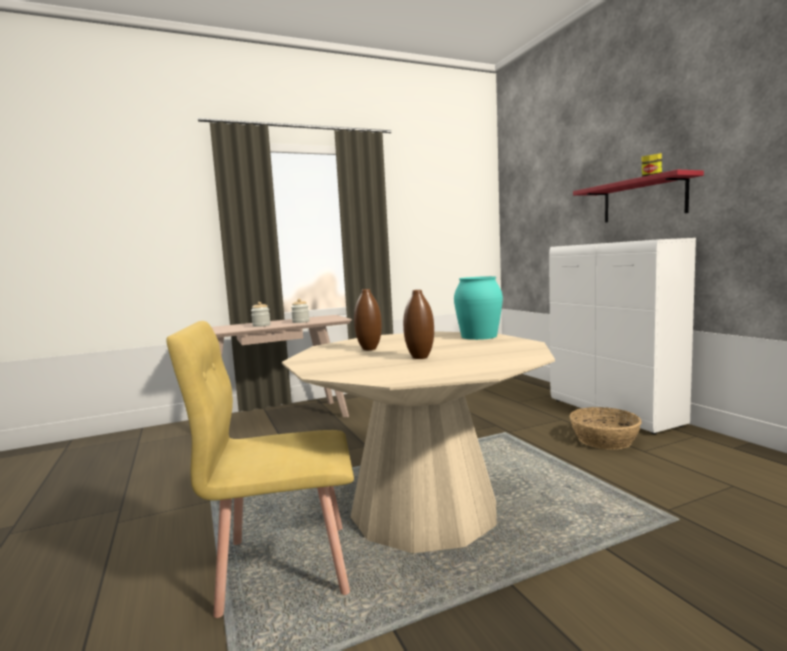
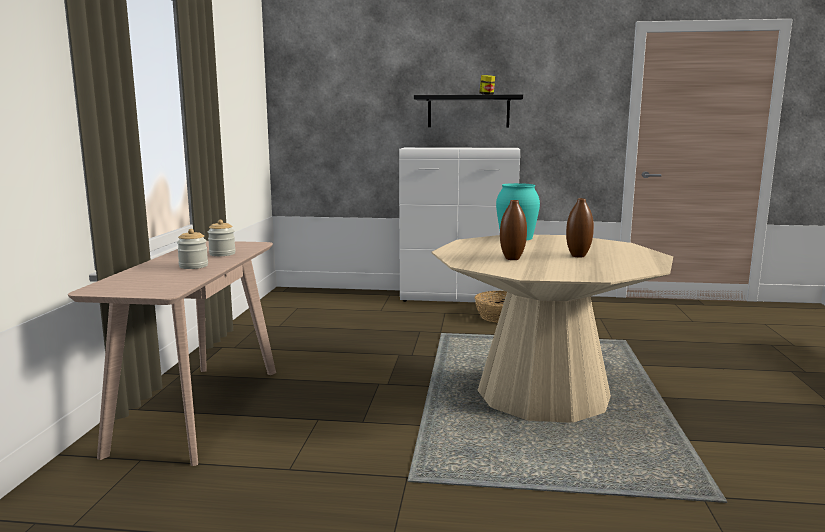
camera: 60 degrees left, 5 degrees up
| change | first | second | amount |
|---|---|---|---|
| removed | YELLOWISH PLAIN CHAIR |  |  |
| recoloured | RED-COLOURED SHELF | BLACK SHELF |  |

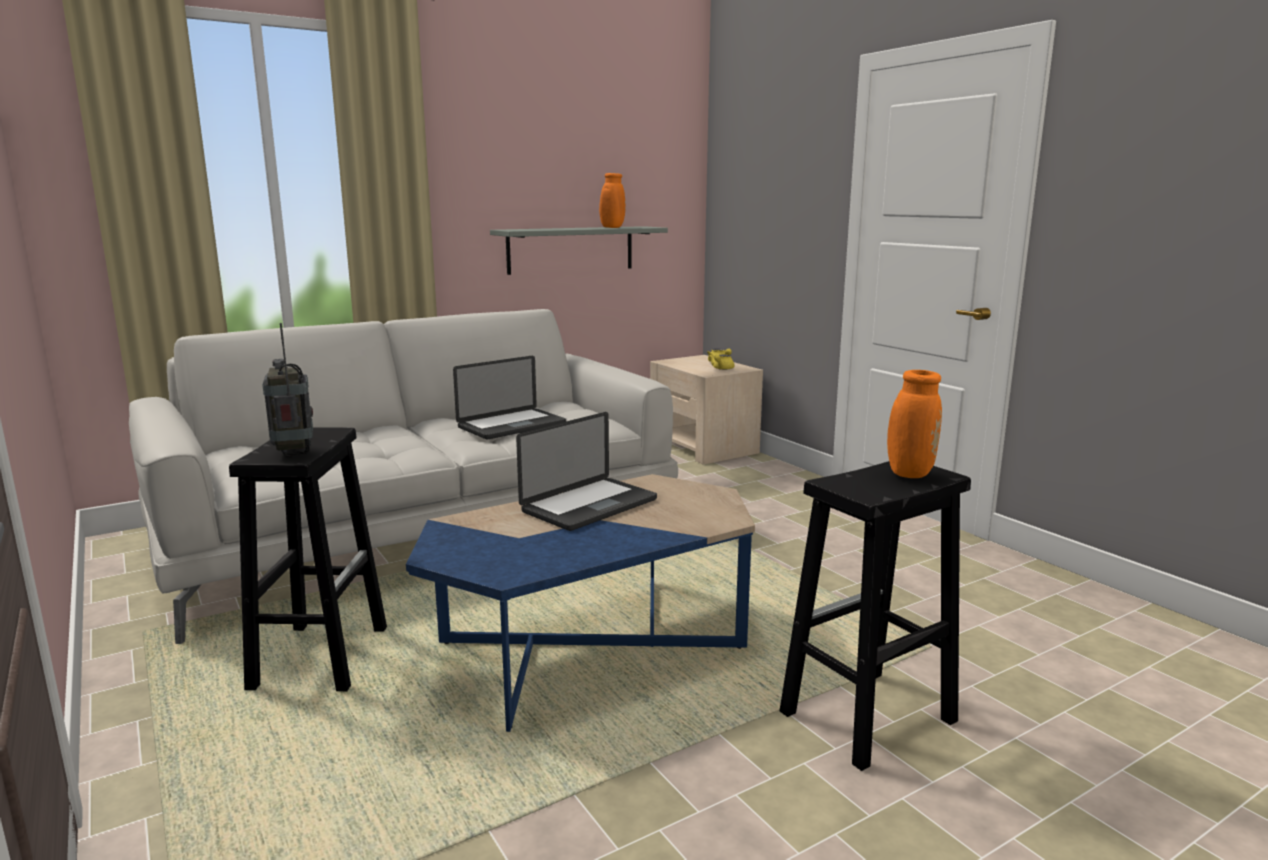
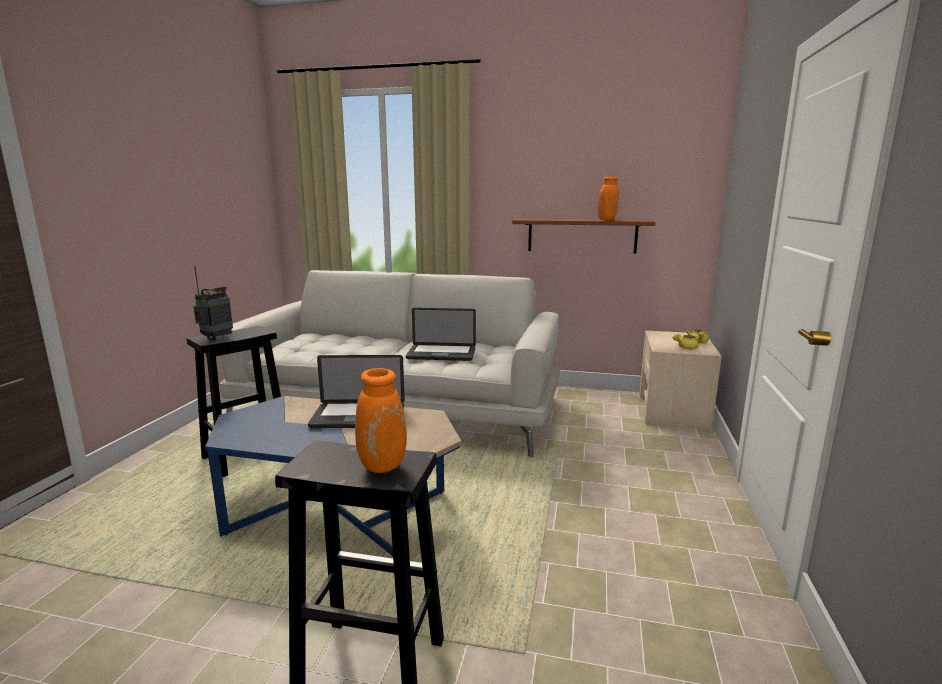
camera: 45 degrees right, 0 degrees up
| change | first | second | amount |
|---|---|---|---|
| recoloured | GREY SHELF | BROWN-COLOURED SHELF |  |

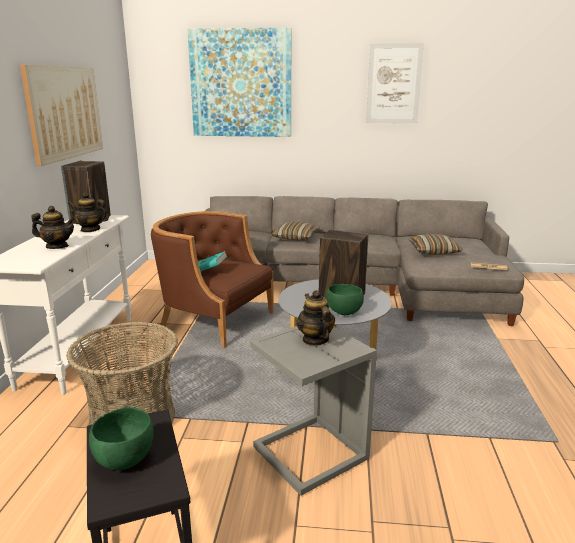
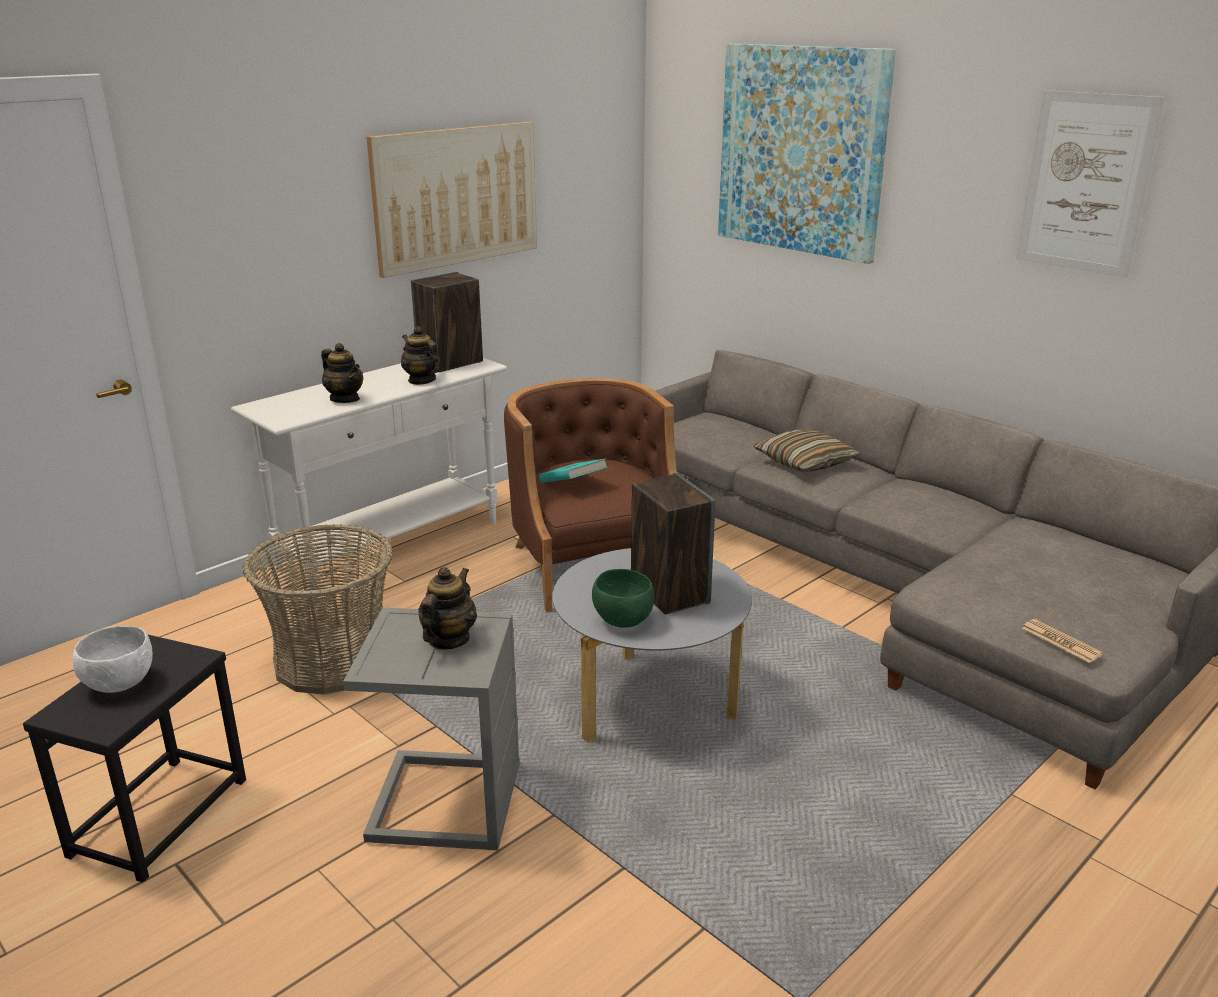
camera: 40 degrees right, 5 degrees up
| change | first | second | amount |
|---|---|---|---|
| removed | CUSHION (2nd from left) |  |  |
| recoloured | GREENISH SERVING BOWL (1st from left) | WHITE SERVING BOWL |  |

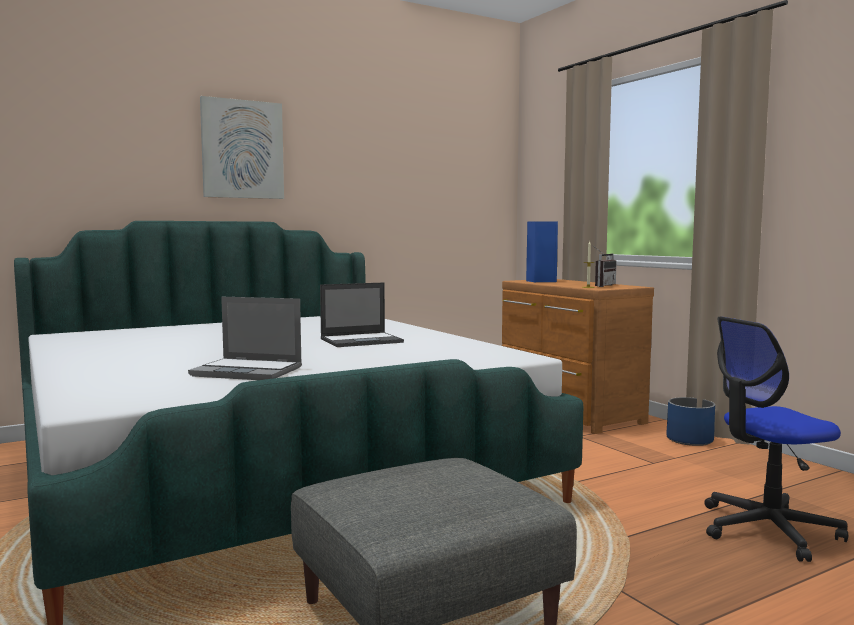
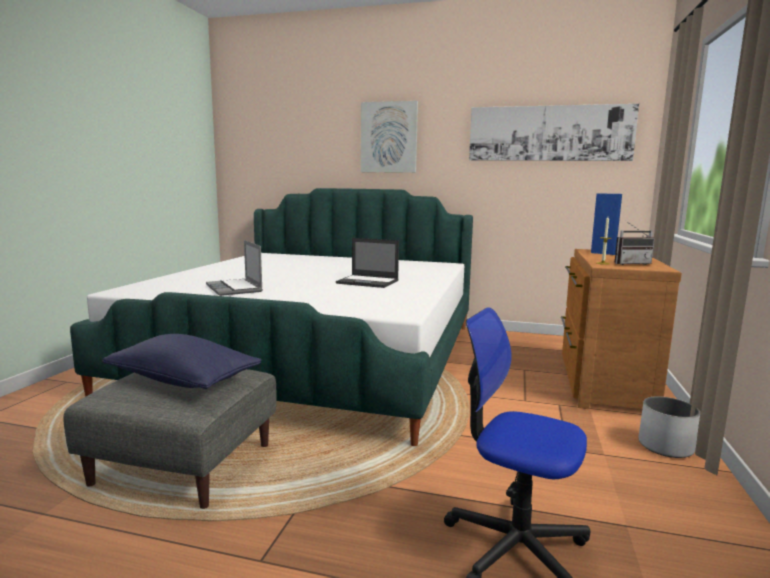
camera: 45 degrees right, 5 degrees up
| change | first | second | amount |
|---|---|---|---|
| added |  | BLUE CUSHION |  |
| added |  | PICTURE (2nd from left) |  |
| recoloured | BLUE PLANT POT | WHITE PLANT POT |  |

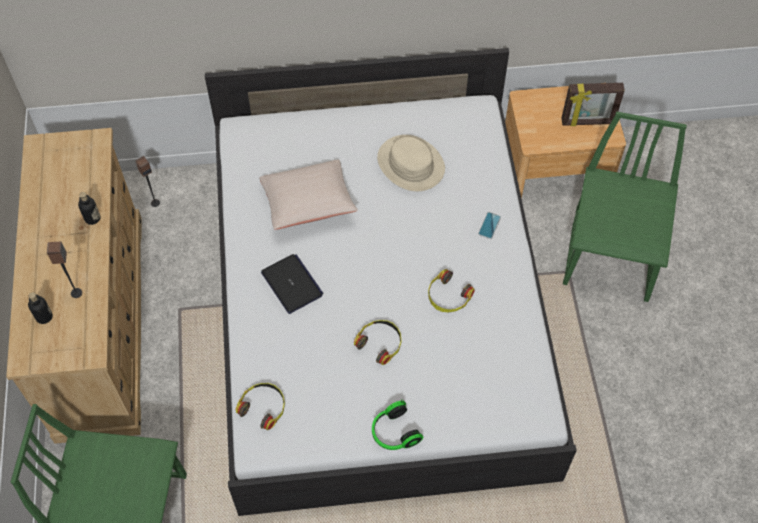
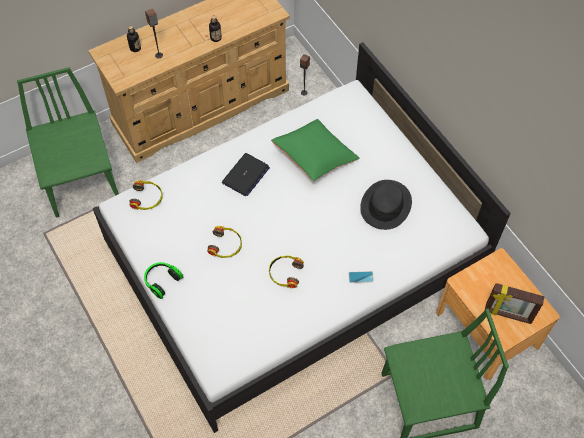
camera: 65 degrees right, 0 degrees up
| change | first | second | amount |
|---|---|---|---|
| recoloured | BEIGE CUSHION | GREENISH CUSHION |  |
| recoloured | BEIGE WEARABLE HAT | BLACK WEARABLE HAT |  |
| turned | PICTURE FRAME |  | 45 degrees counterclockwise |

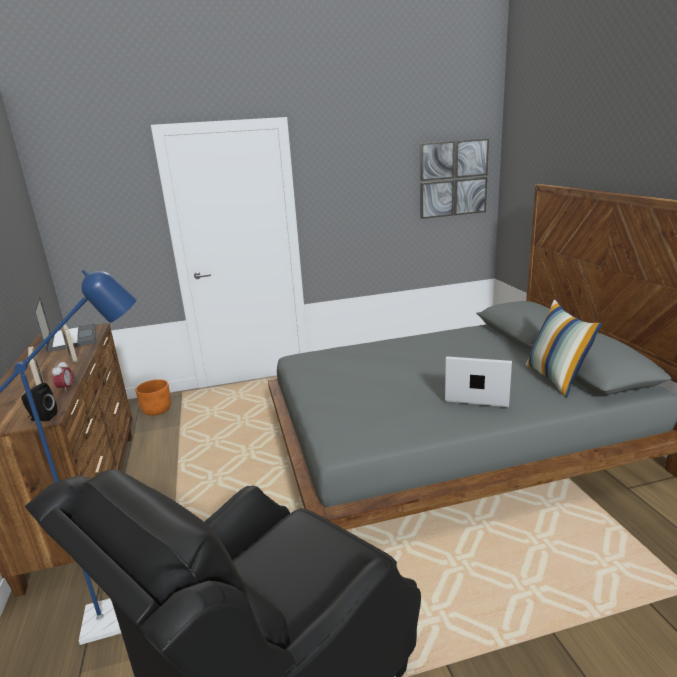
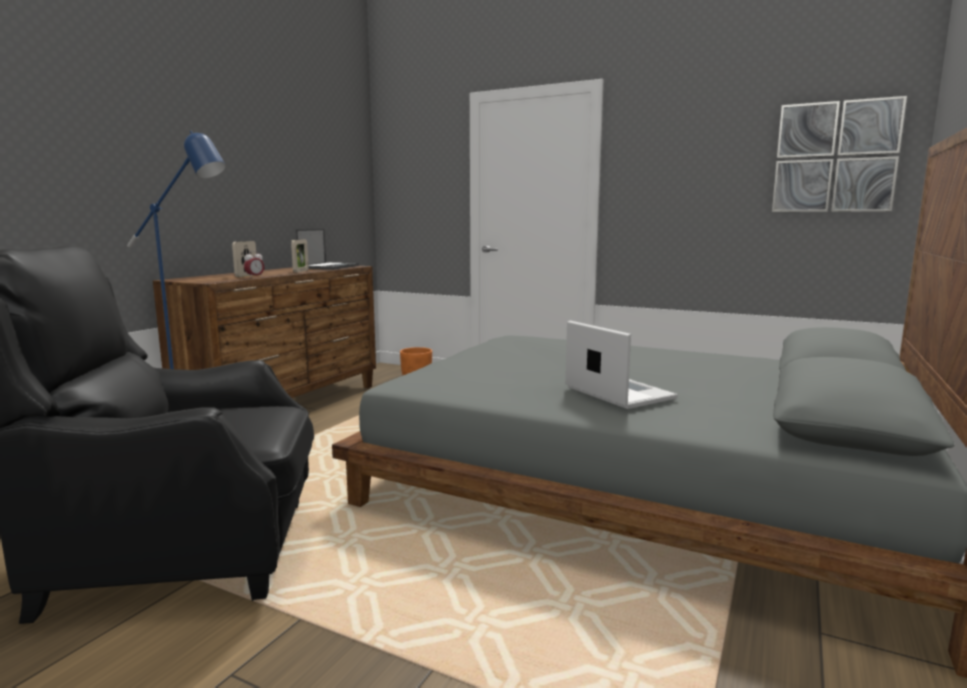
camera: 40 degrees right, 10 degrees down
| change | first | second | amount |
|---|---|---|---|
| removed | BLACK SPEAKER |  |  |
| removed | CUSHION |  |  |

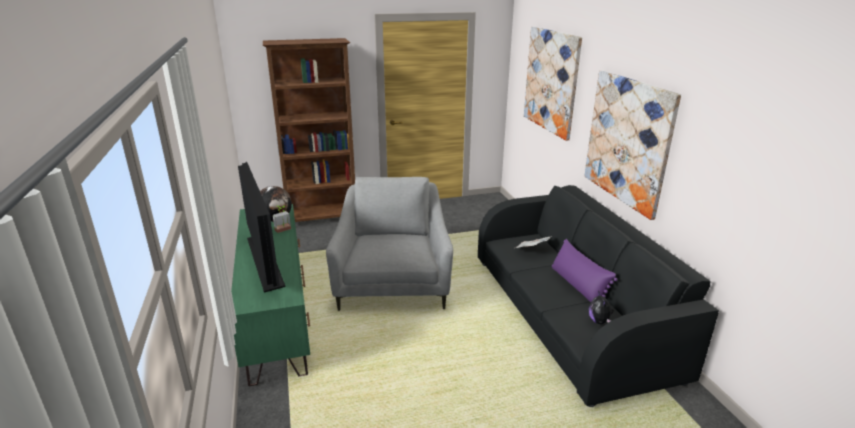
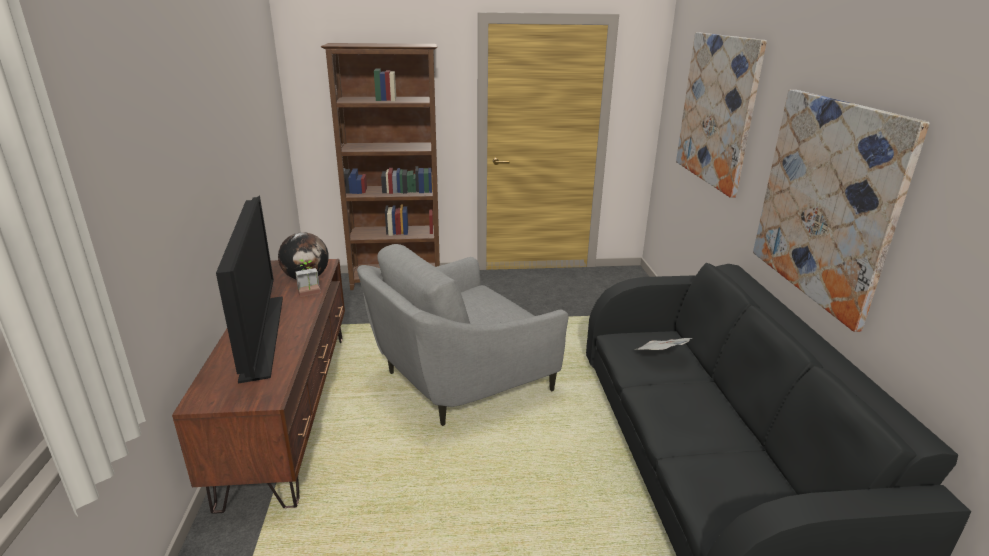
camera: 10 degrees right, 0 degrees up
| change | first | second | amount |
|---|---|---|---|
| removed | PURPLISH CUSHION |  |  |
| removed | SOFT TOY |  |  |
| recoloured | GREENISH TV STAND | BROWN-COLOURED TV STAND |  |
| turned | GREY EASY CHAIR |  | 135 degrees counterclockwise |

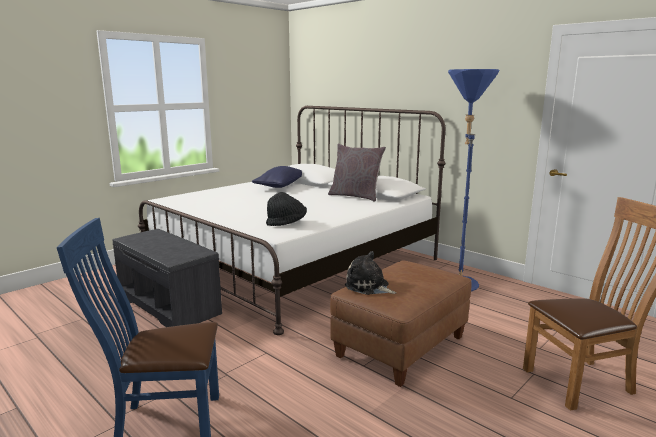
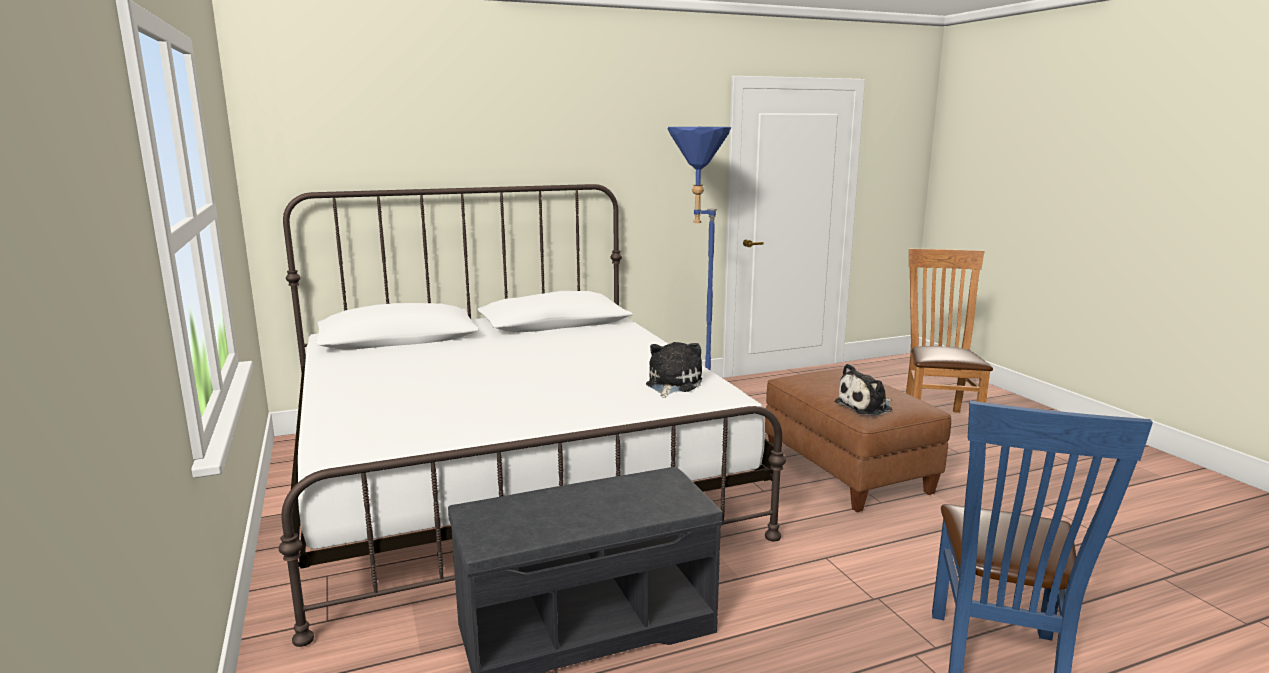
camera: 65 degrees left, 0 degrees up
| change | first | second | amount |
|---|---|---|---|
| removed | BLUE CUSHION |  |  |
| removed | GREY CUSHION |  |  |
| replaced | BLACK WEARABLE HAT | SOFT TOY (1st from left) |  |

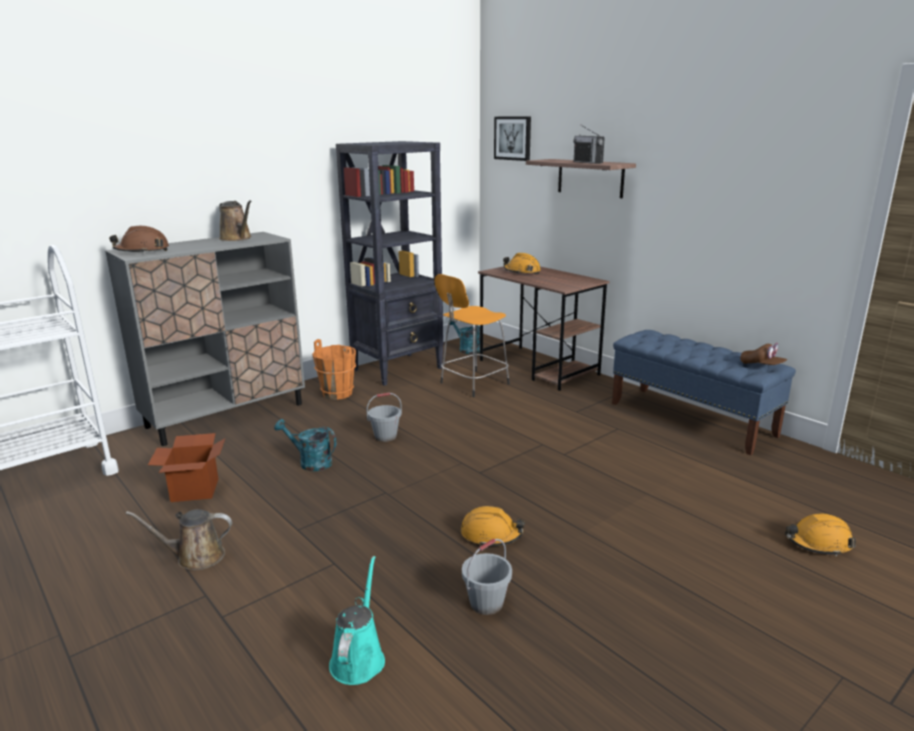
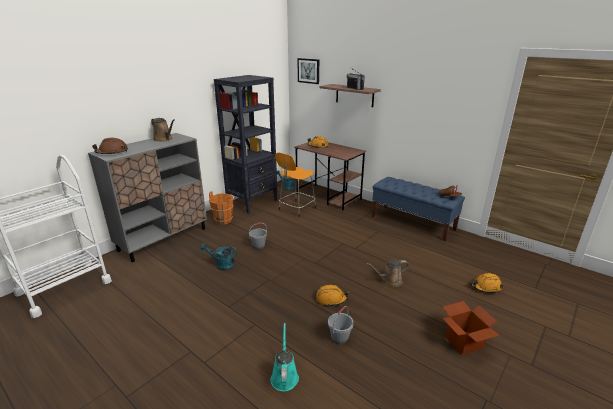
camera: 10 degrees left, 5 degrees up
| change | first | second | amount |
|---|---|---|---|
| moved | BROWN-COLOURED SPRINKLING CAN (1st from left in the first image) | BROWN-COLOURED SPRINKLING CAN (2nd from left) |  |
| moved | CARTON |  |  |

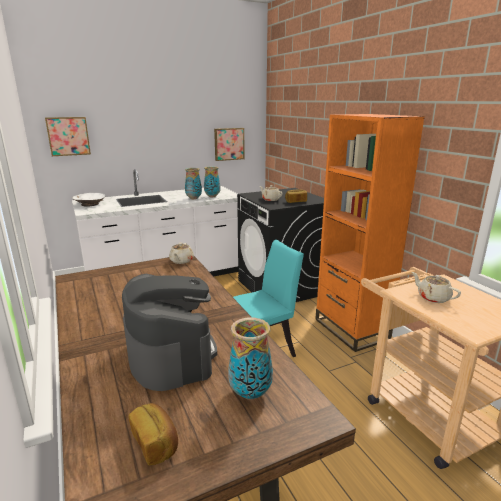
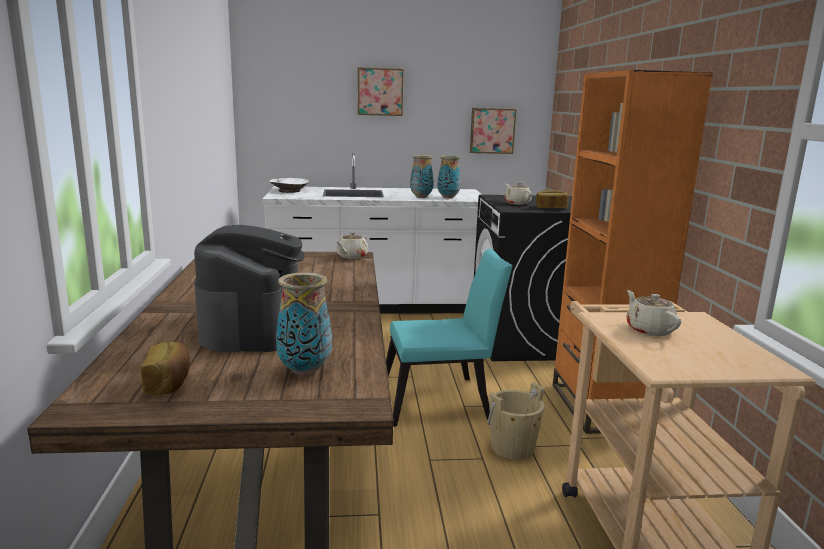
camera: 20 degrees right, 5 degrees down
| change | first | second | amount |
|---|---|---|---|
| added |  | BEIGE BUCKET |  |
| moved | PICTURE (1st from left) |  |  |

